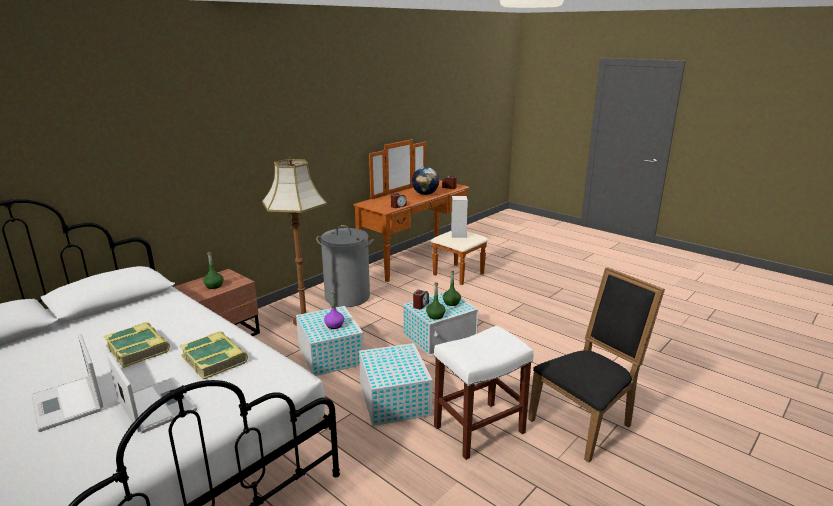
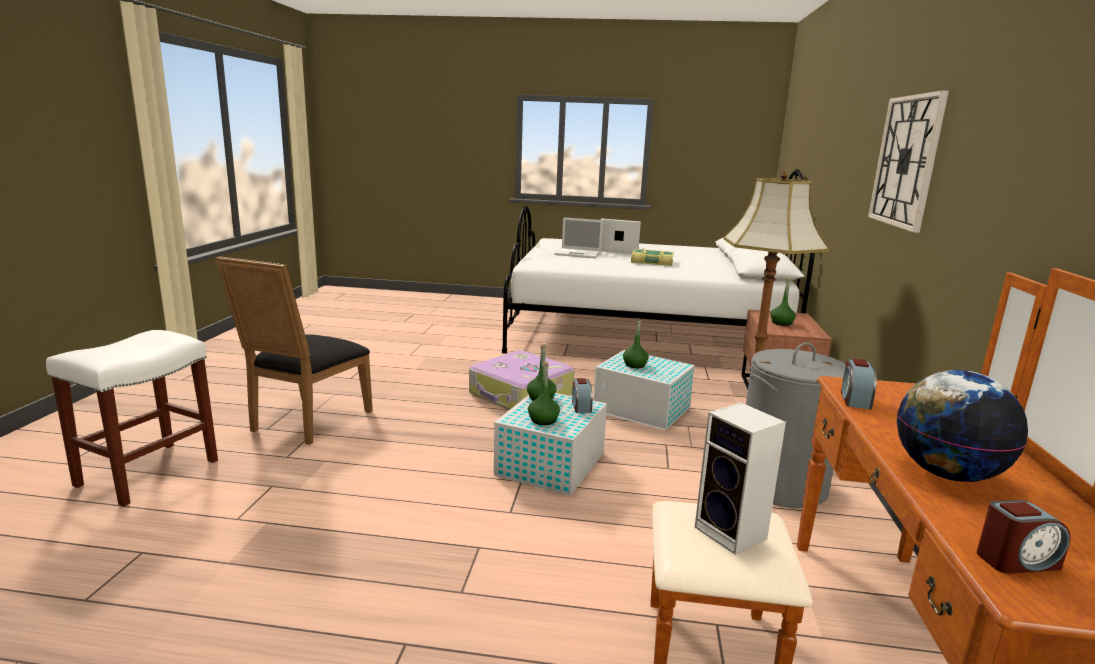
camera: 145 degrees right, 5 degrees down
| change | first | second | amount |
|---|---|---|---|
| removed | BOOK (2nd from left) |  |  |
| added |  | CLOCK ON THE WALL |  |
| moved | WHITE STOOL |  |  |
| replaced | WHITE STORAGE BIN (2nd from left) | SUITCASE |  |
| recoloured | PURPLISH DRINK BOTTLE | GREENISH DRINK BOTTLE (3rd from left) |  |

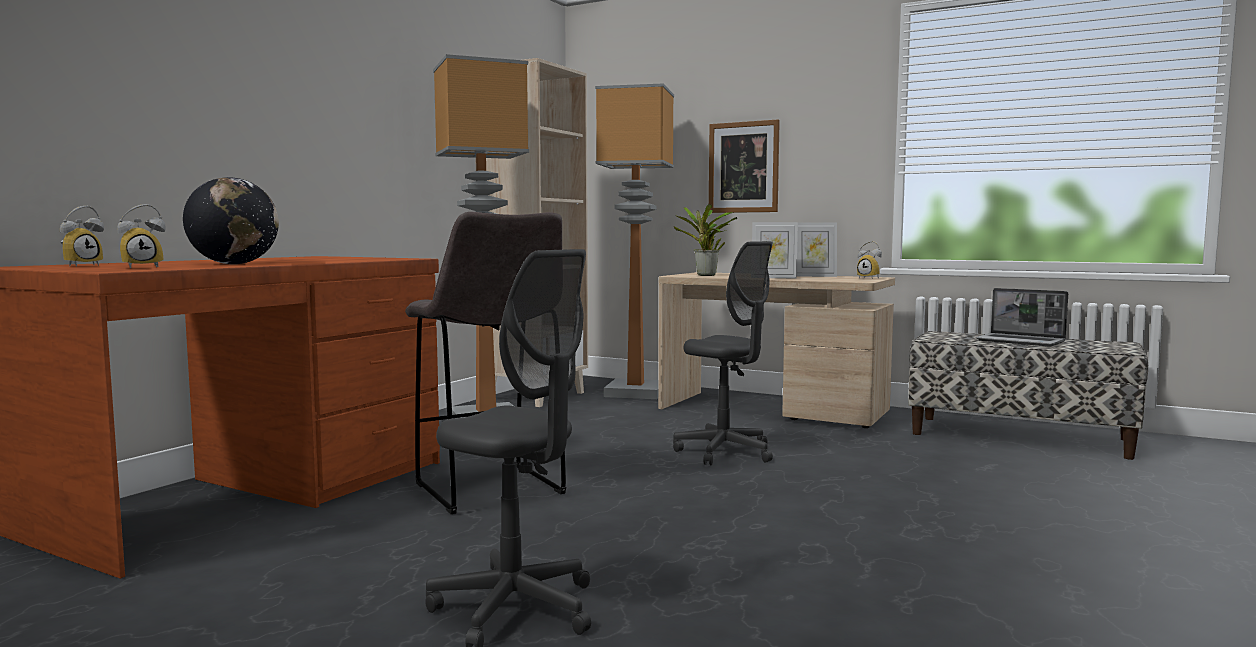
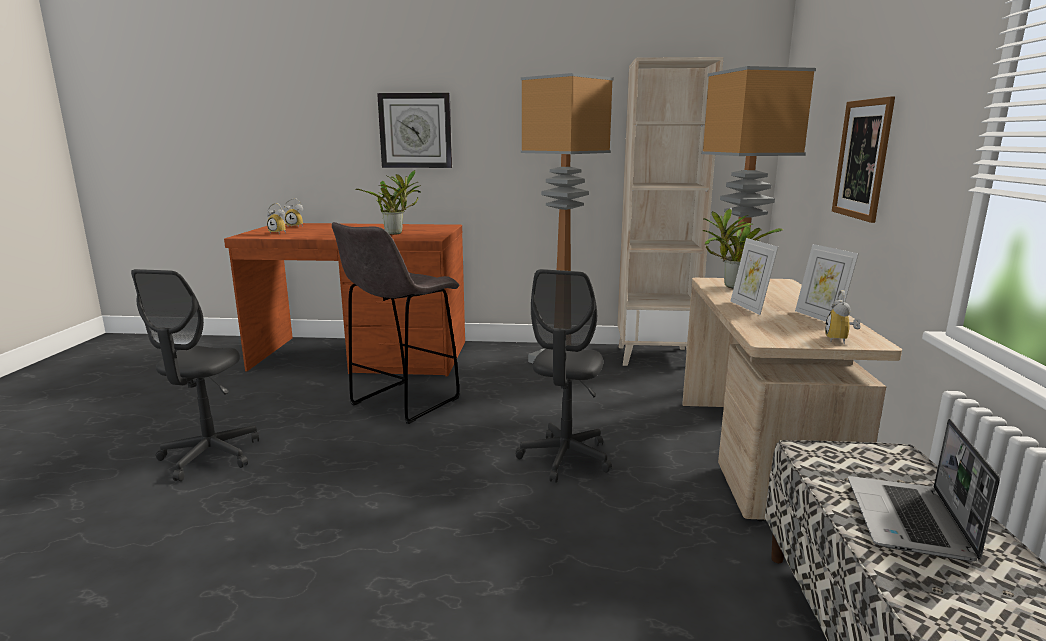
camera: 65 degrees right, 10 degrees up
| change | first | second | amount |
|---|---|---|---|
| removed | DESK GLOBE |  |  |
| added |  | POTTED PLANT (1st from left) |  |
| added |  | CLOCK ON THE WALL |  |

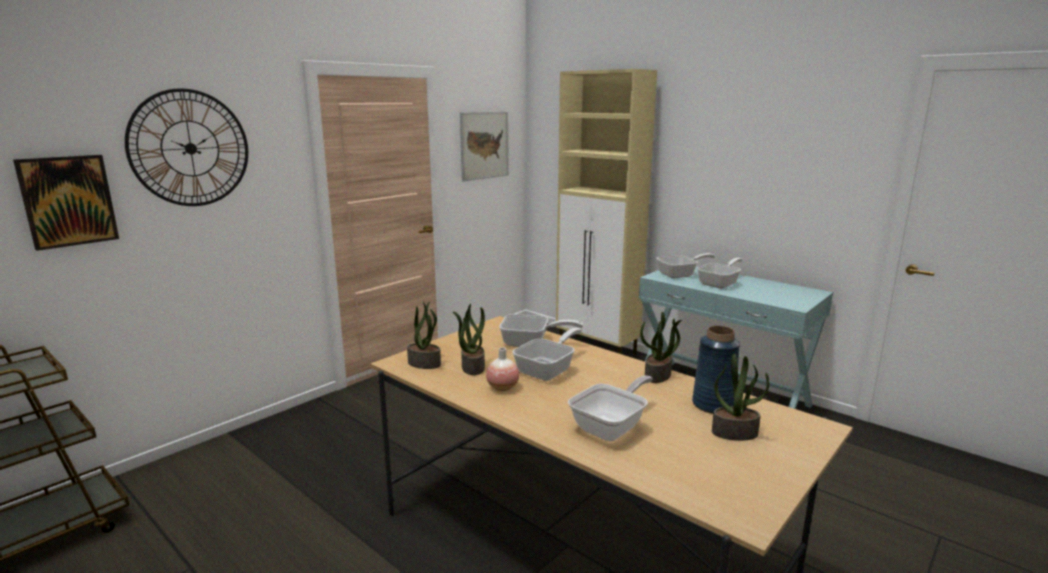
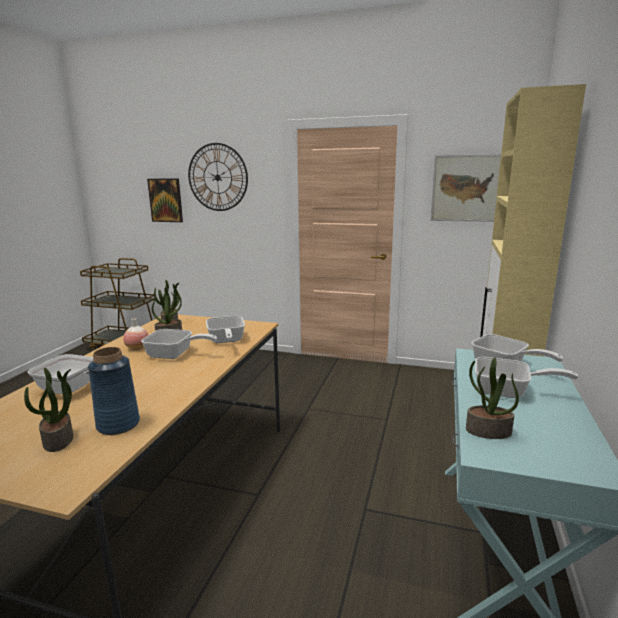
camera: 65 degrees right, 0 degrees up
| change | first | second | amount |
|---|---|---|---|
| moved | POTTED PLANT (3rd from left in the first image) | POTTED PLANT (4th from left) |  |

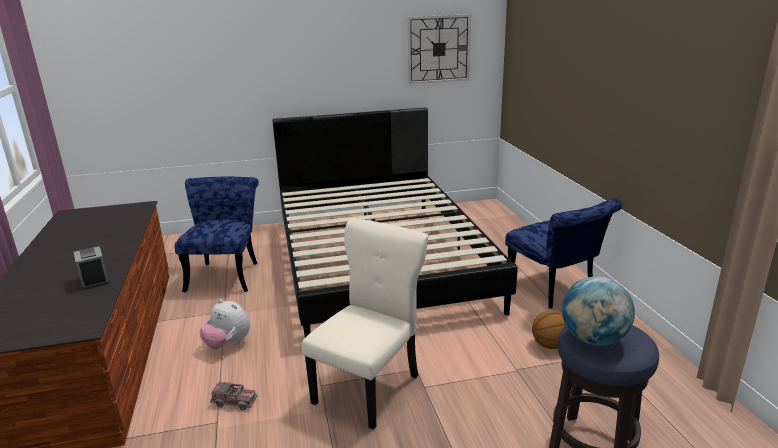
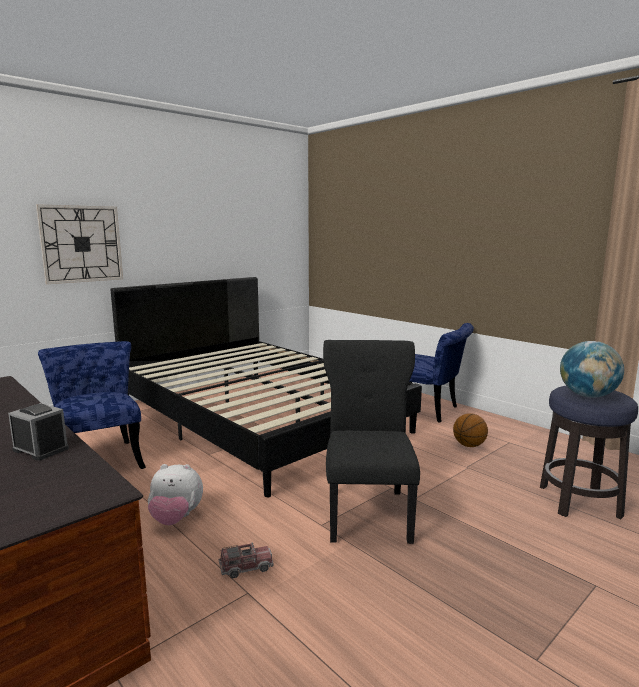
camera: 30 degrees left, 10 degrees down
| change | first | second | amount |
|---|---|---|---|
| moved | CLOCK ON THE WALL |  |  |
| recoloured | BEIGE PLAIN CHAIR | BLACK PLAIN CHAIR |  |

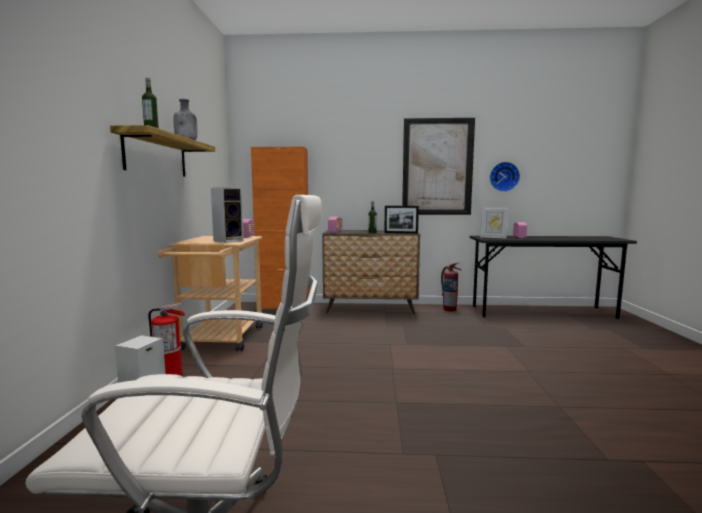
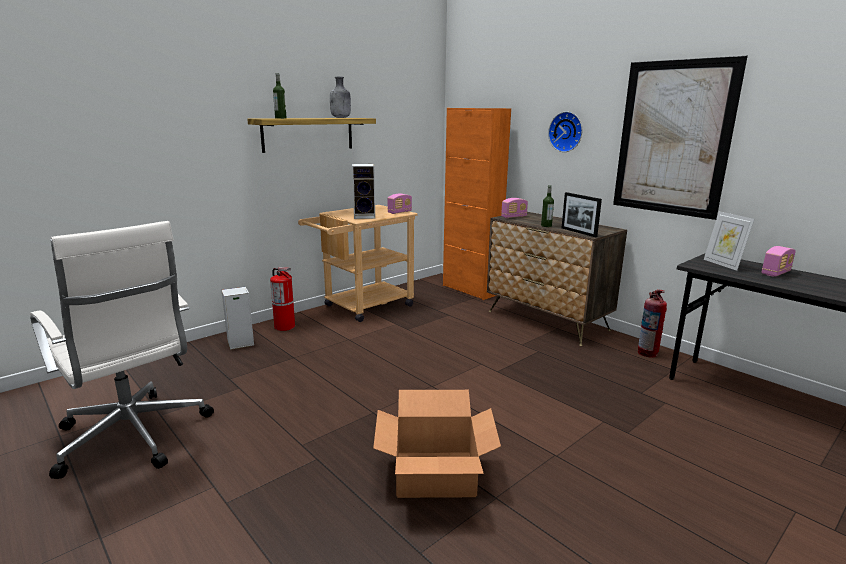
camera: 45 degrees right, 10 degrees up
| change | first | second | amount |
|---|---|---|---|
| added |  | CARTON |  |
| moved | CLOCK ON THE WALL |  |  |

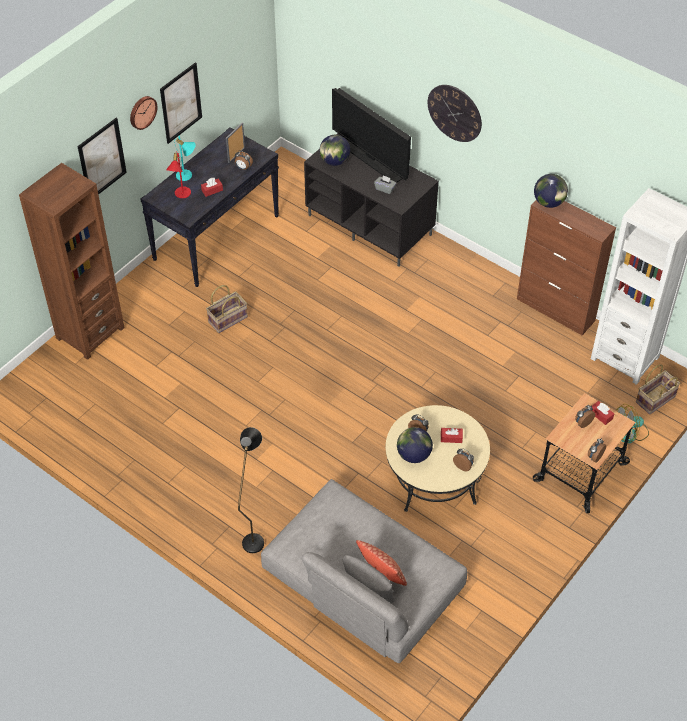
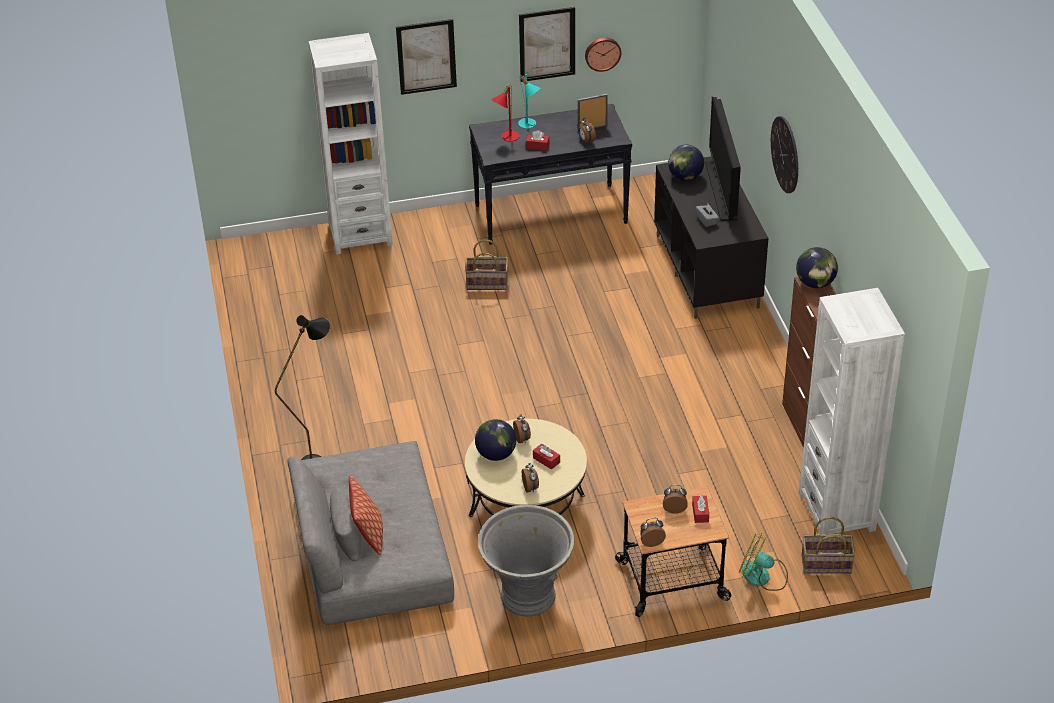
camera: 40 degrees right, 10 degrees down
| change | first | second | amount |
|---|---|---|---|
| added |  | GREY PLANT POT |  |
| moved | CLOCK ON THE WALL (1st from left) |  |  |
| recoloured | BROWN-COLOURED SHELVING UNIT | WHITE SHELVING UNIT (1st from left) |  |

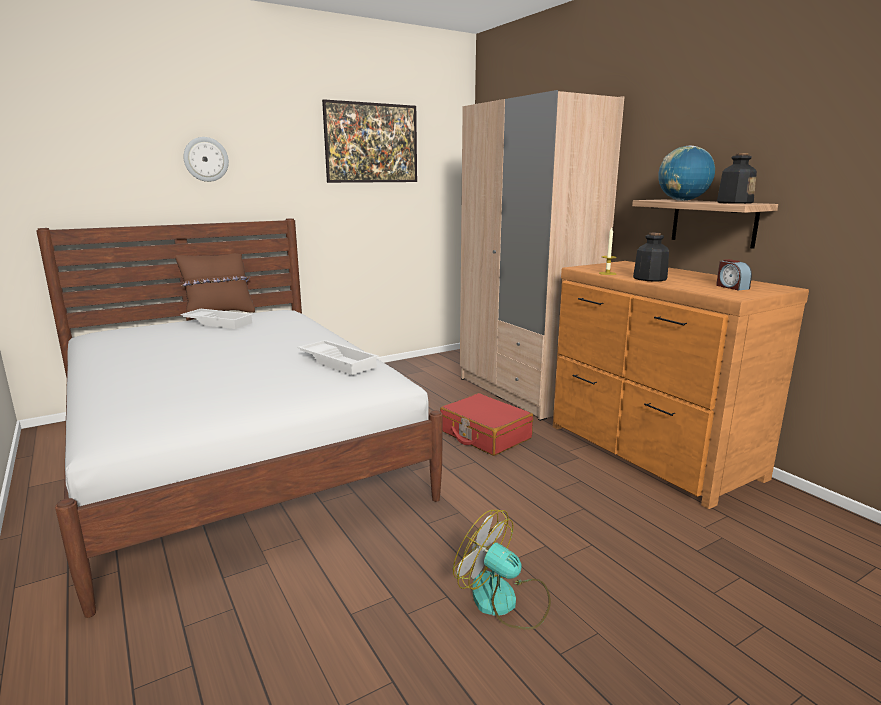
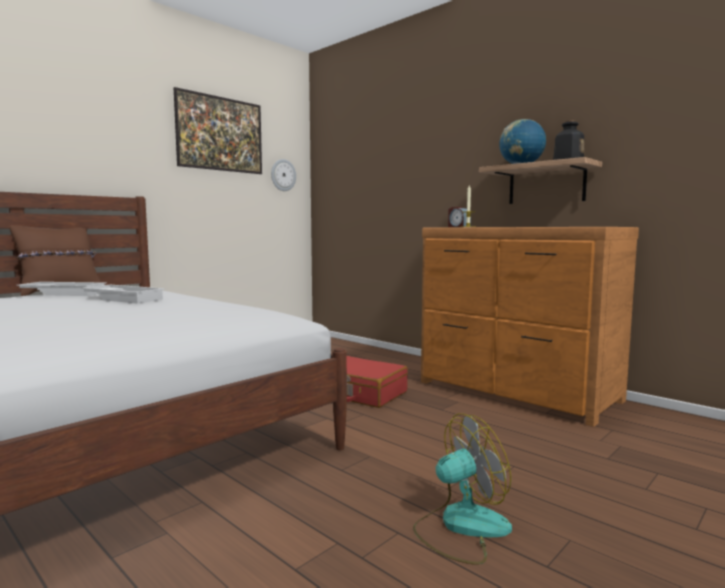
camera: 15 degrees left, 10 degrees down
| change | first | second | amount |
|---|---|---|---|
| removed | BEIGE ARMOIRE |  |  |
| removed | DRINK BOTTLE (1st from left) |  |  |
| moved | CLOCK ON THE WALL |  |  |
| moved | WHITE SERVING TRAY (2nd from left) |  |  |
| moved | BEDSIDE CLOCK |  |  |
| turned | COOLING FAN |  | 135 degrees clockwise |

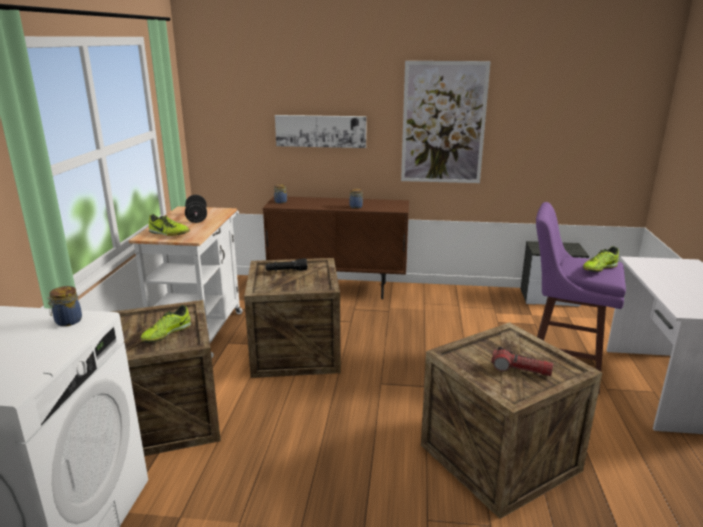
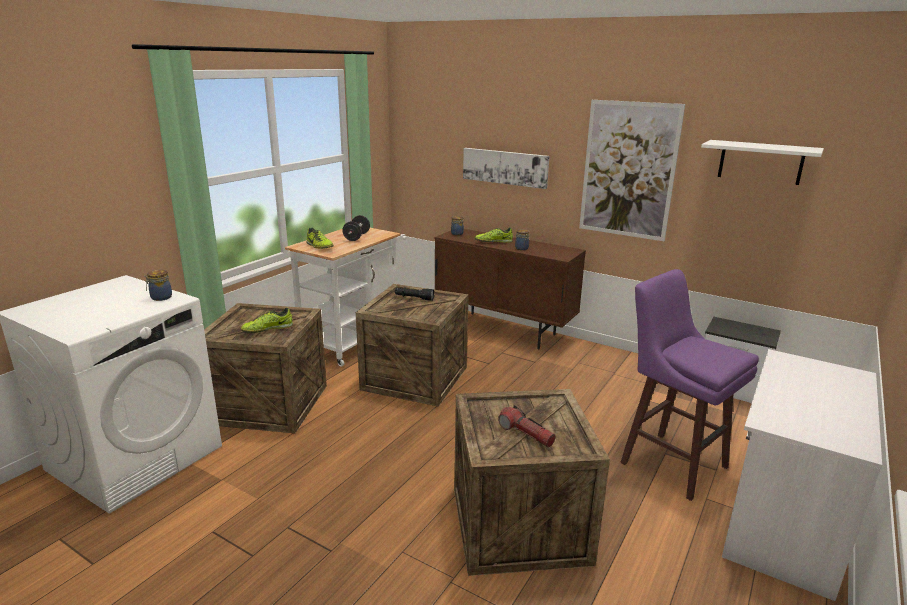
camera: 25 degrees right, 0 degrees up
| change | first | second | amount |
|---|---|---|---|
| added |  | WHITE SHELF |  |
| moved | LOW SHOE (3rd from left) |  |  |

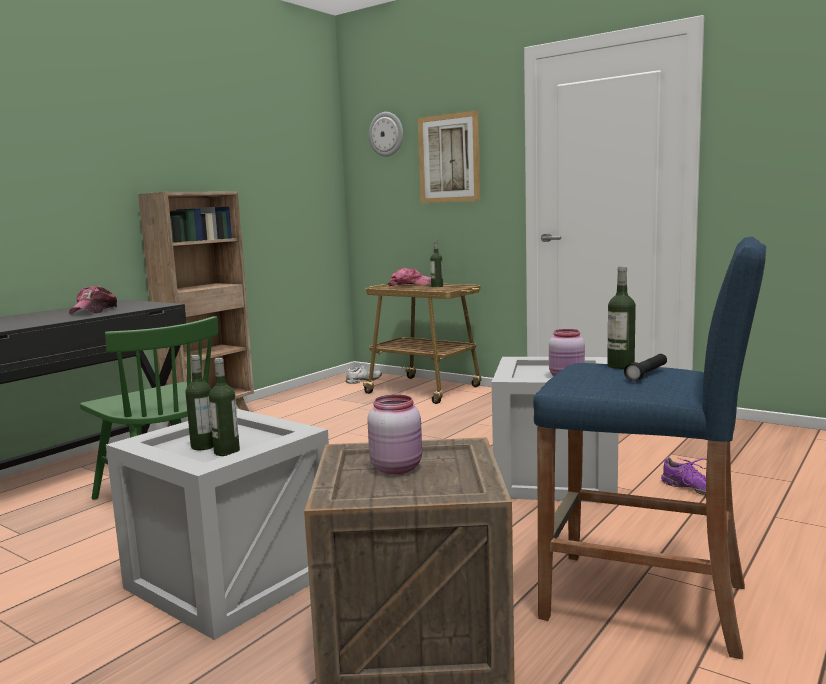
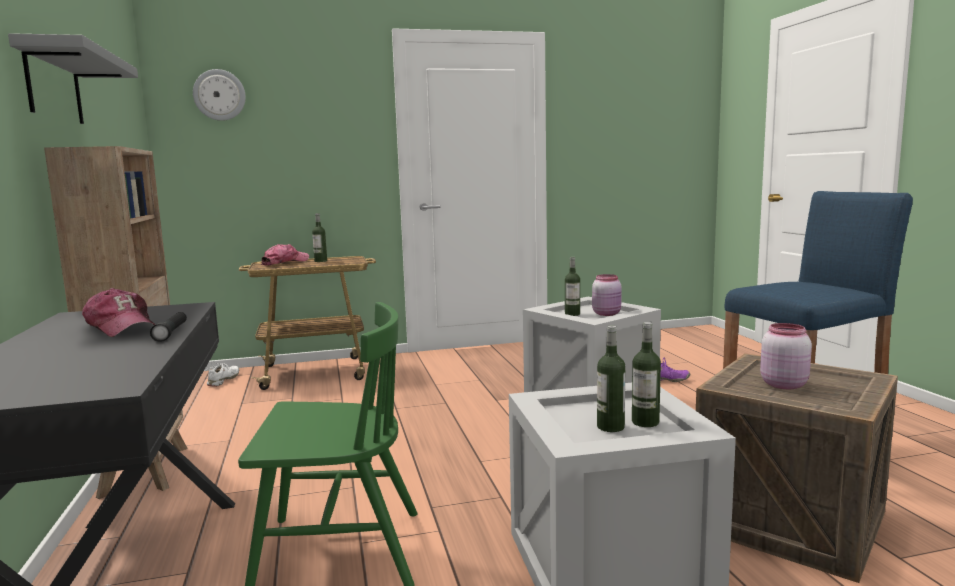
camera: 50 degrees left, 0 degrees up
| change | first | second | amount |
|---|---|---|---|
| removed | PICTURE |  |  |
| added |  | GREY SHELF |  |
| moved | DRINK BOTTLE (4th from left in the first image) | DRINK BOTTLE (2nd from left) |  |
| moved | BLACK FLASHLIGHT |  |  |

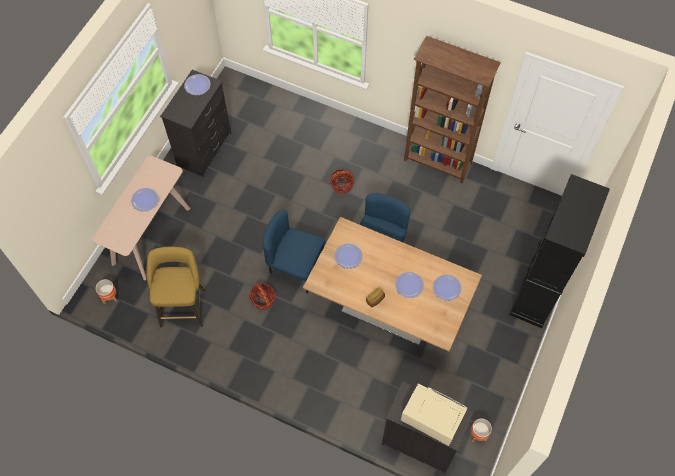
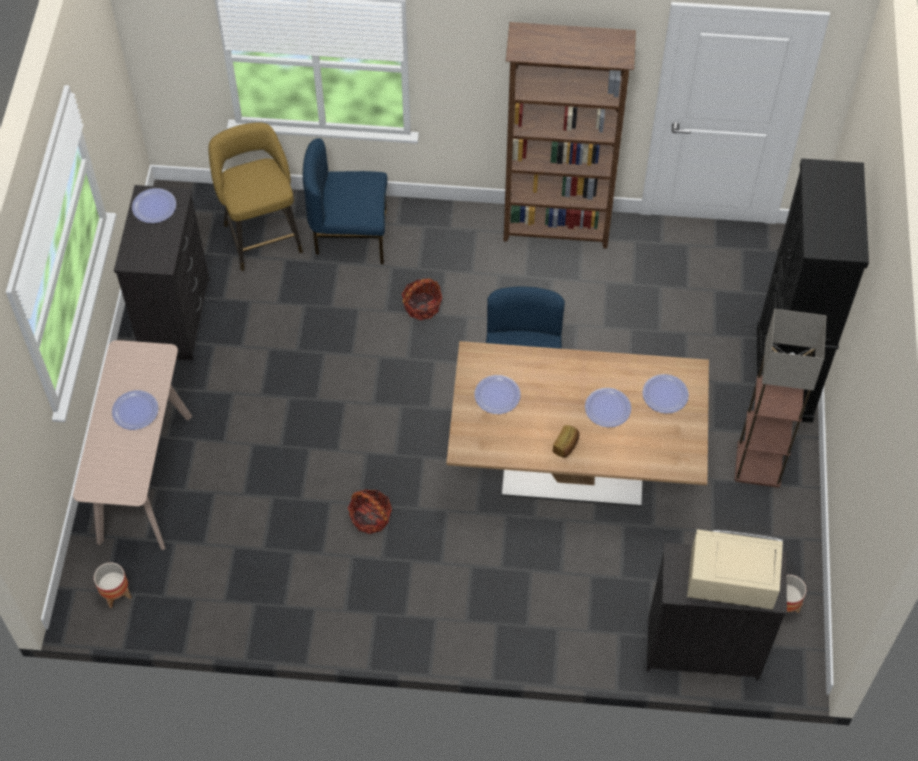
camera: 20 degrees left, 5 degrees down
| change | first | second | amount |
|---|---|---|---|
| added |  | STANDING LAMP |  |
| moved | YELLOWISH STOOL |  |  |
| moved | BLUE PLAIN CHAIR (1st from left) |  |  |

